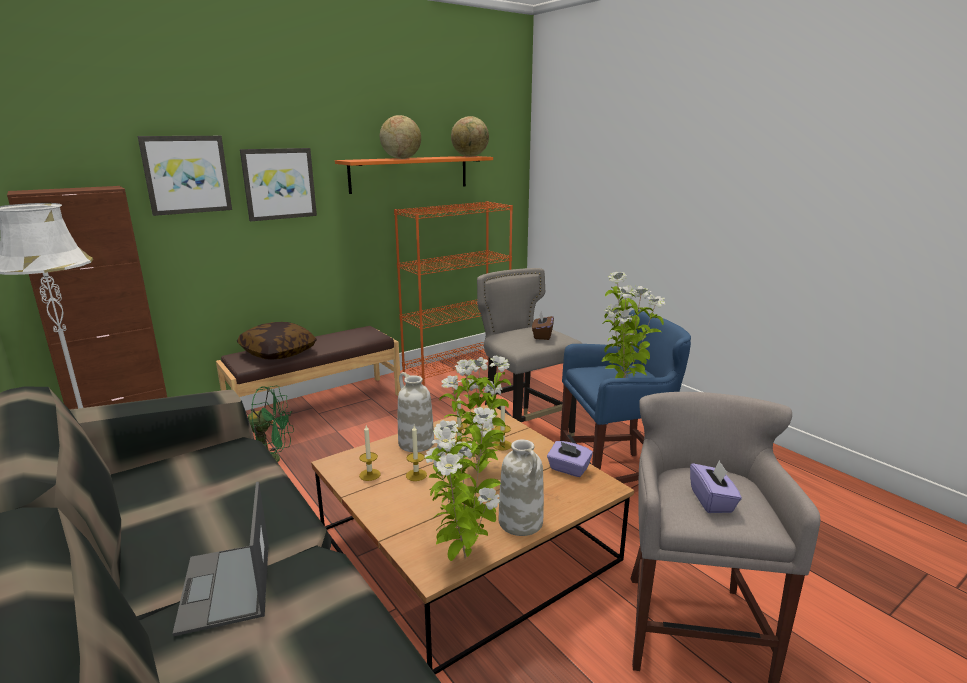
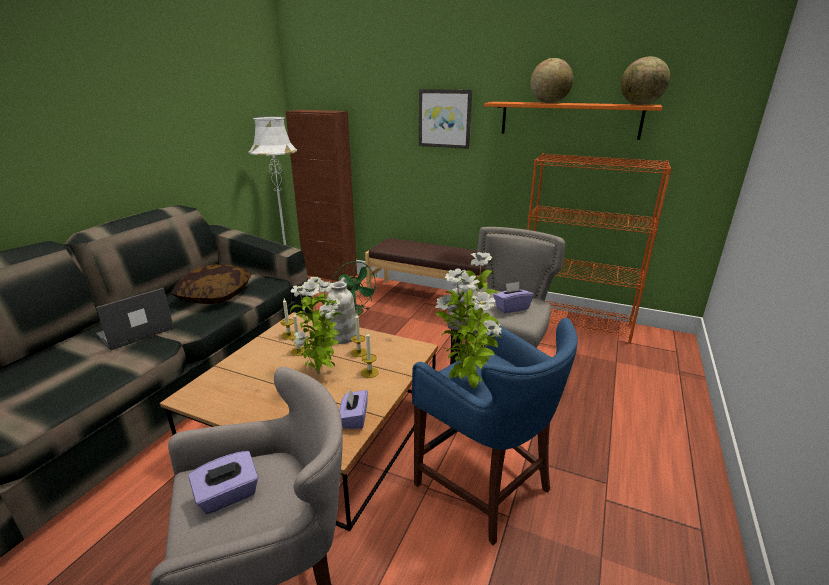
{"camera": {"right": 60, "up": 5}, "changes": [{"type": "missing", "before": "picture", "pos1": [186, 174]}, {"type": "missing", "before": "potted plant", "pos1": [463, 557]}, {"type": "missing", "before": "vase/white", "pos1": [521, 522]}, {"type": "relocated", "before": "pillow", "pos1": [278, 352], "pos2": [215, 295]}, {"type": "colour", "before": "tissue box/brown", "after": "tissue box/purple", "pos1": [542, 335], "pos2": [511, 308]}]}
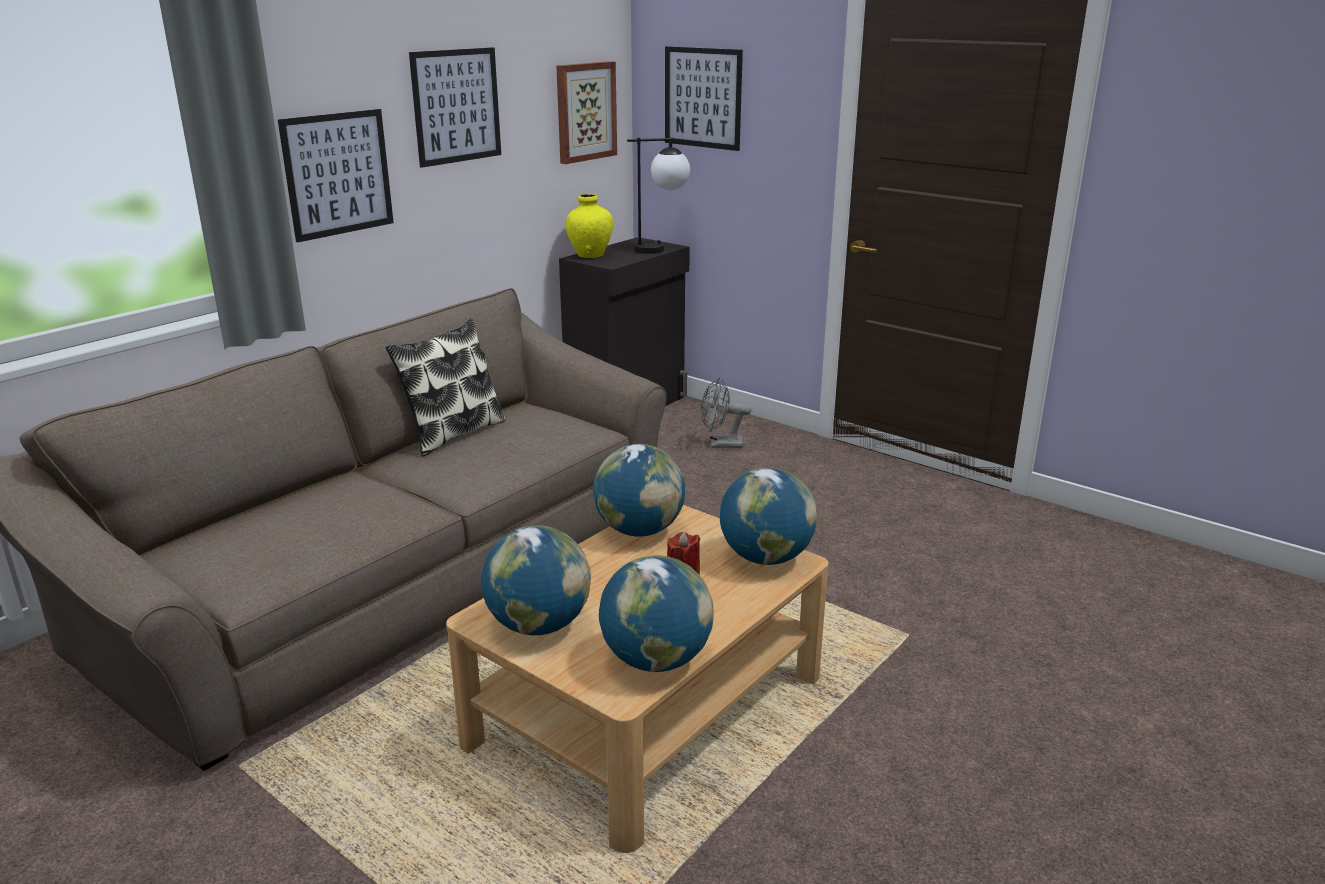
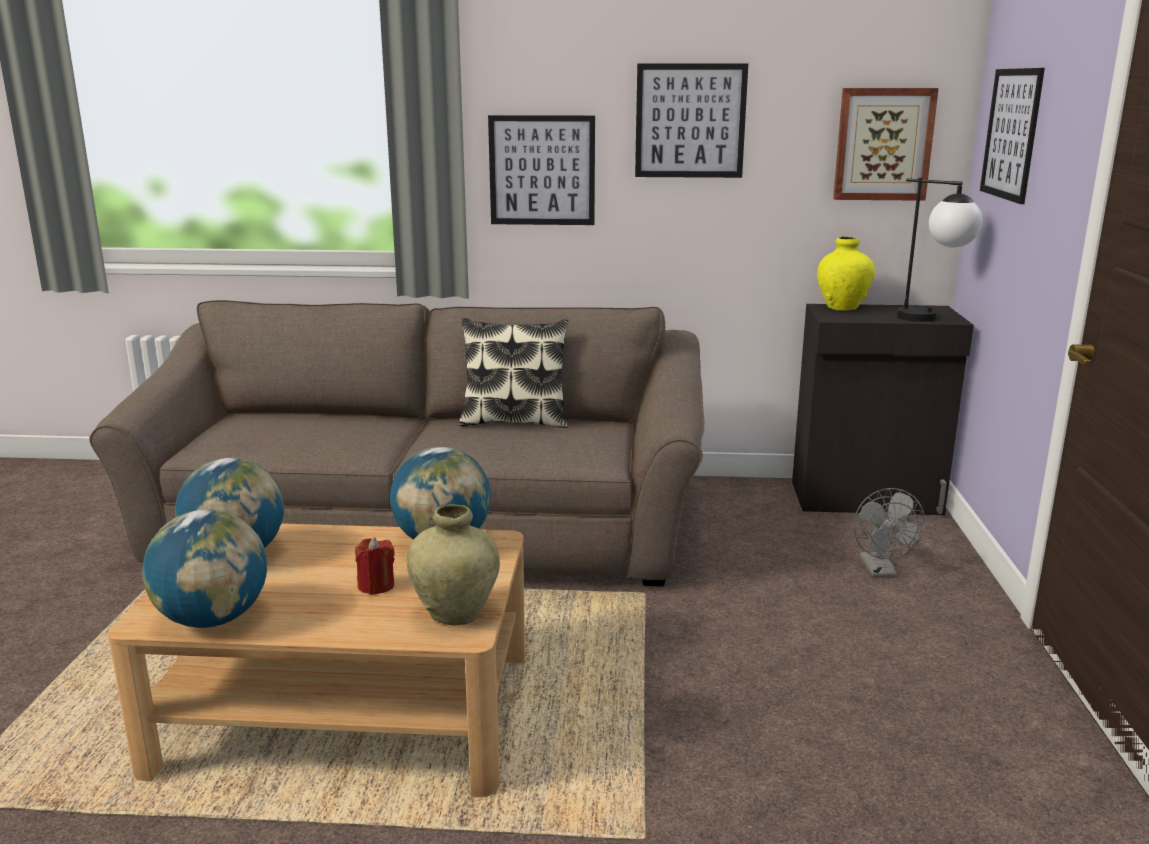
{"camera": {"right": 55, "up": -5}, "changes": [{"type": "exchanged", "before": "globe", "after": "vase/beige", "pos1": [766, 557], "pos2": [455, 614]}, {"type": "spun", "before": "fan/grey", "pos1": [720, 444], "pos2": [880, 570], "turn": -150}]}
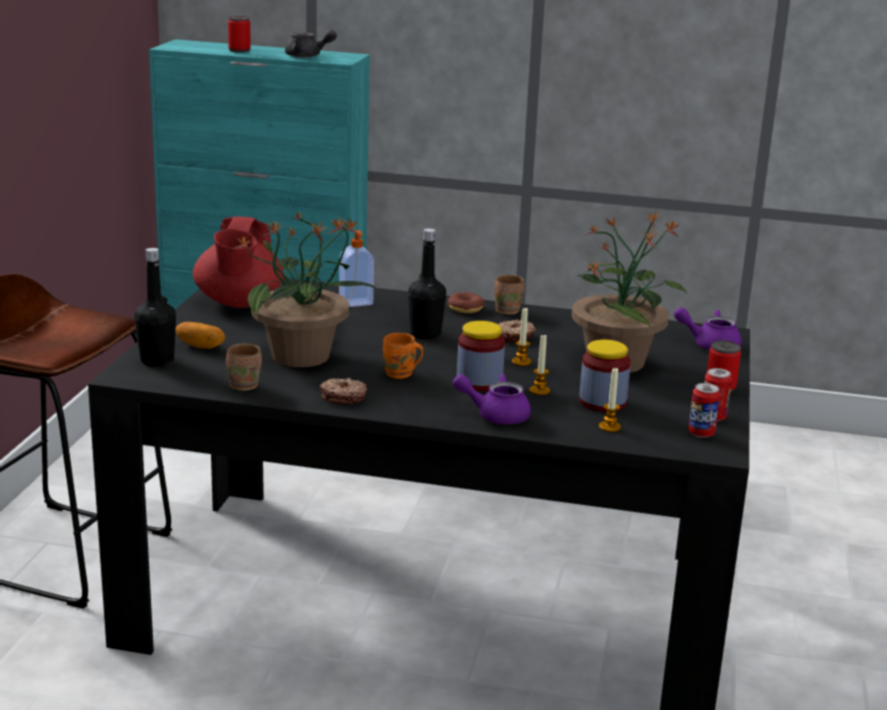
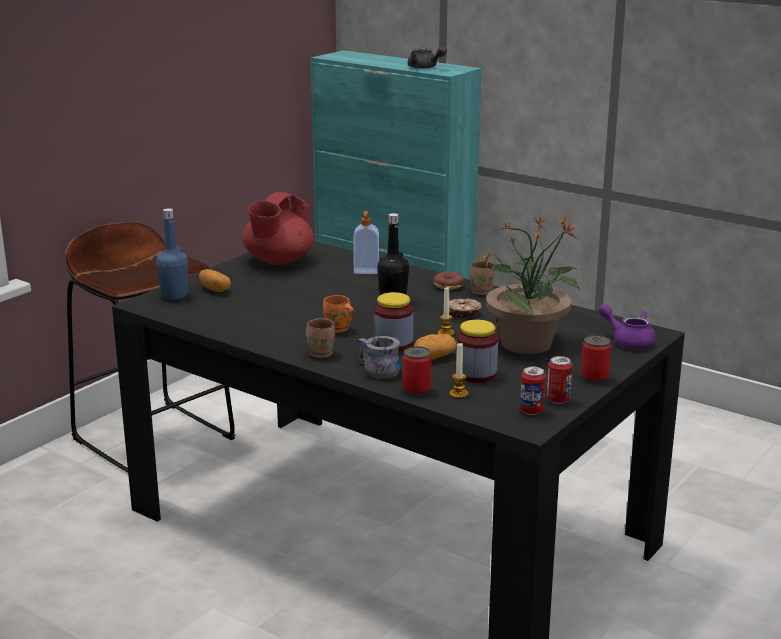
{"camera": {"right": 25, "up": 0}, "changes": [{"type": "missing", "before": "potted plant", "pos1": [303, 356]}, {"type": "missing", "before": "donut", "pos1": [343, 397]}, {"type": "relocated", "before": "mug/brown", "pos1": [245, 385], "pos2": [322, 353]}, {"type": "relocated", "before": "can", "pos1": [239, 50], "pos2": [416, 390]}, {"type": "exchanged", "before": "teapot/purple", "after": "mug/grey", "pos1": [495, 415], "pos2": [376, 370]}, {"type": "exchanged", "before": "candle", "after": "potato", "pos1": [539, 391], "pos2": [434, 357]}, {"type": "colour", "before": "bottle/black", "after": "bottle/blue", "pos1": [157, 360], "pos2": [174, 296]}]}
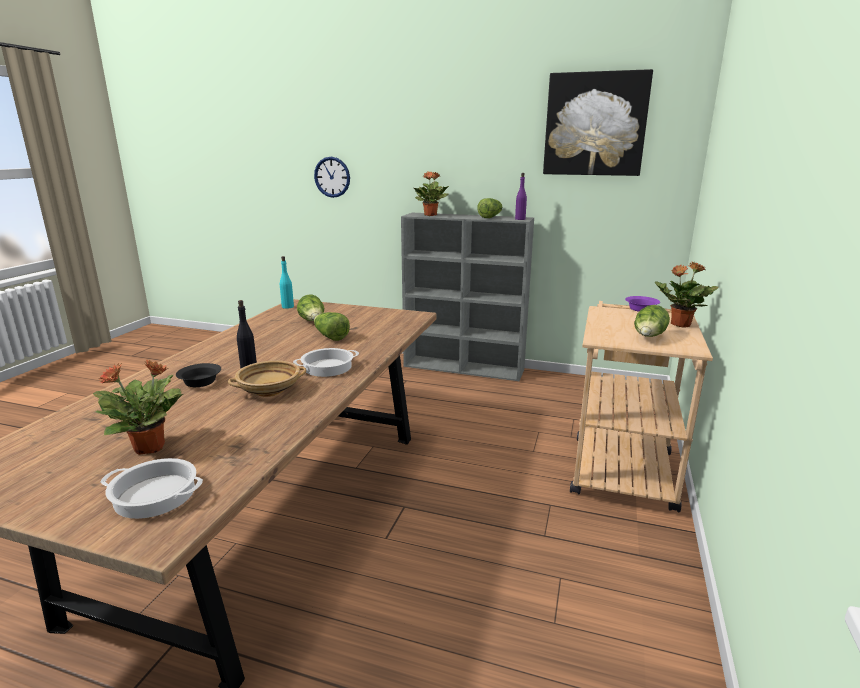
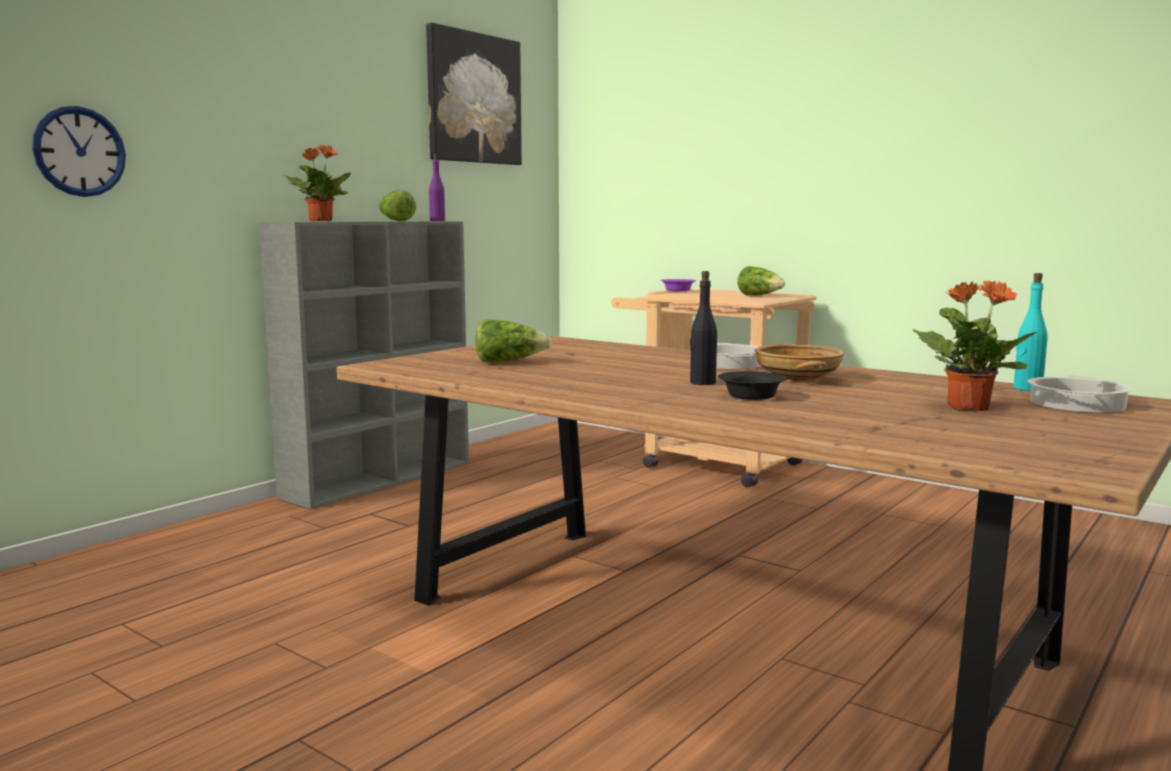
{"camera": {"right": -70, "up": -10}, "changes": [{"type": "missing", "before": "lettuce", "pos1": [330, 337]}, {"type": "missing", "before": "potted plant", "pos1": [679, 324]}, {"type": "relocated", "before": "bottle/turquoise", "pos1": [287, 307], "pos2": [1027, 388]}]}
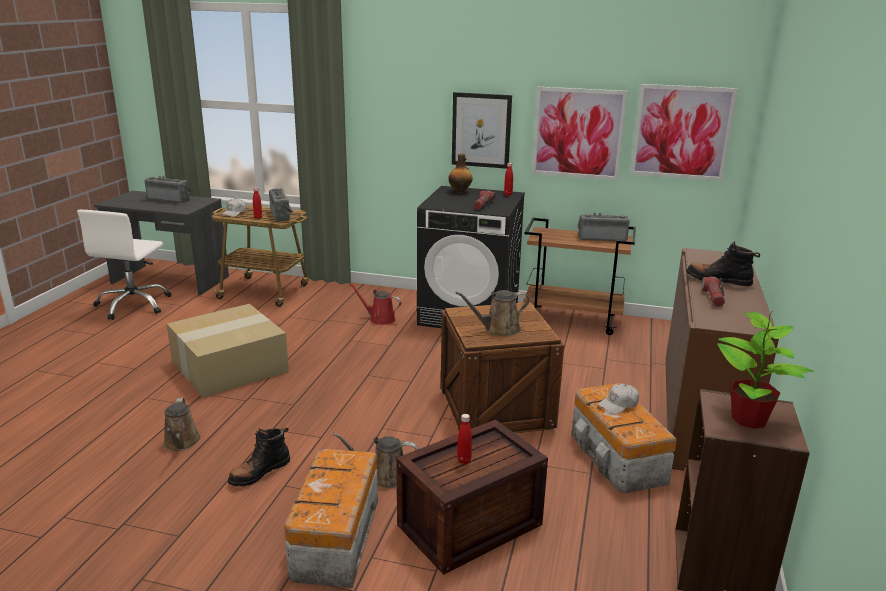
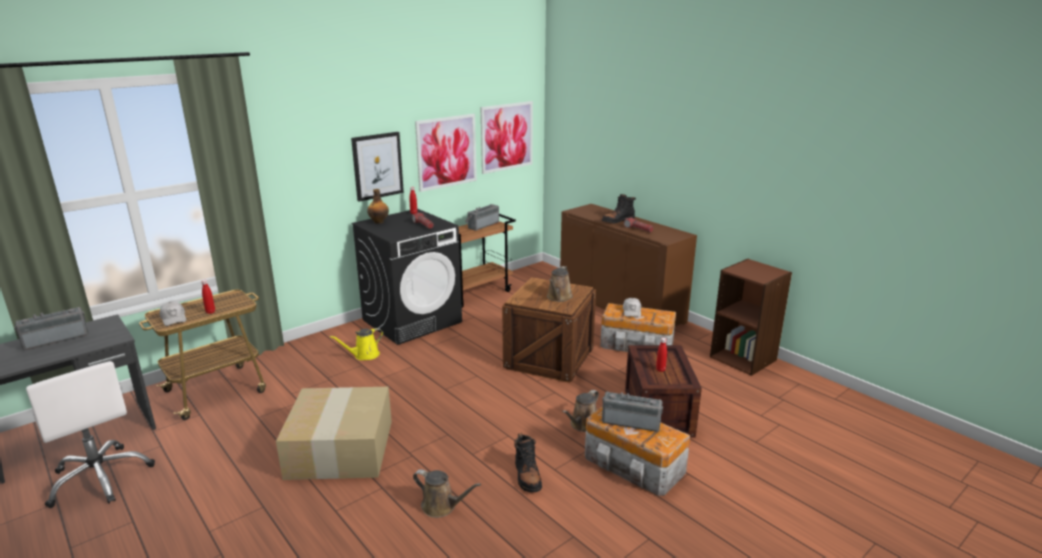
{"camera": {"right": -55, "up": 0}, "changes": [{"type": "missing", "before": "potted plant", "pos1": [750, 420]}, {"type": "relocated", "before": "radio", "pos1": [282, 215], "pos2": [631, 421]}, {"type": "colour", "before": "watering can/red", "after": "watering can/yellow", "pos1": [380, 319], "pos2": [364, 355]}]}
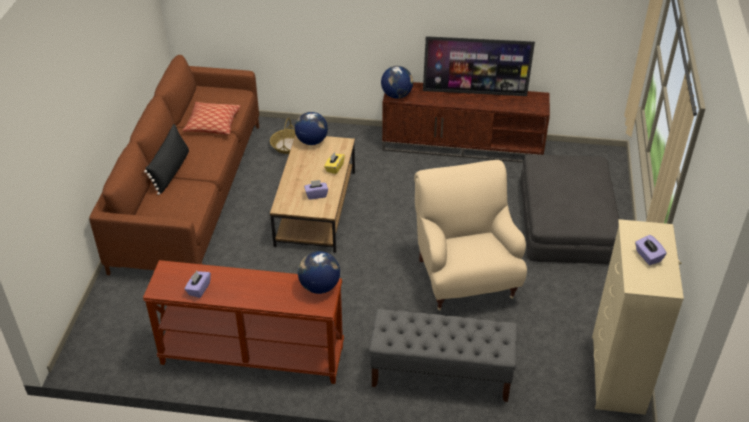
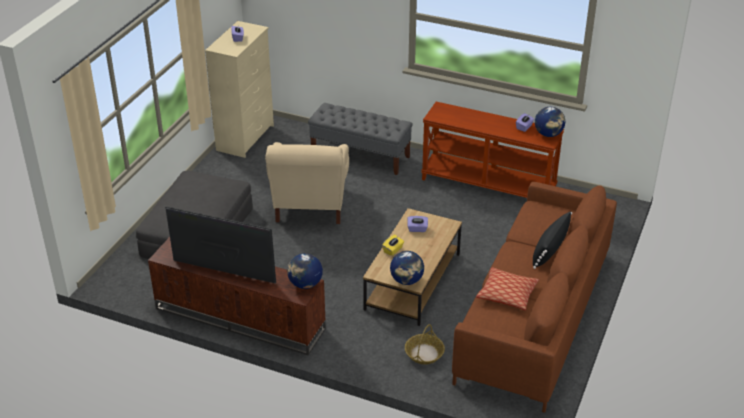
{"camera": {"right": -165, "up": -5}, "changes": [{"type": "relocated", "before": "globe", "pos1": [319, 287], "pos2": [548, 134]}]}
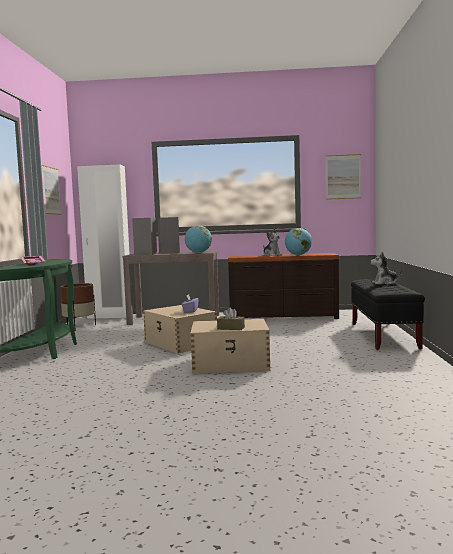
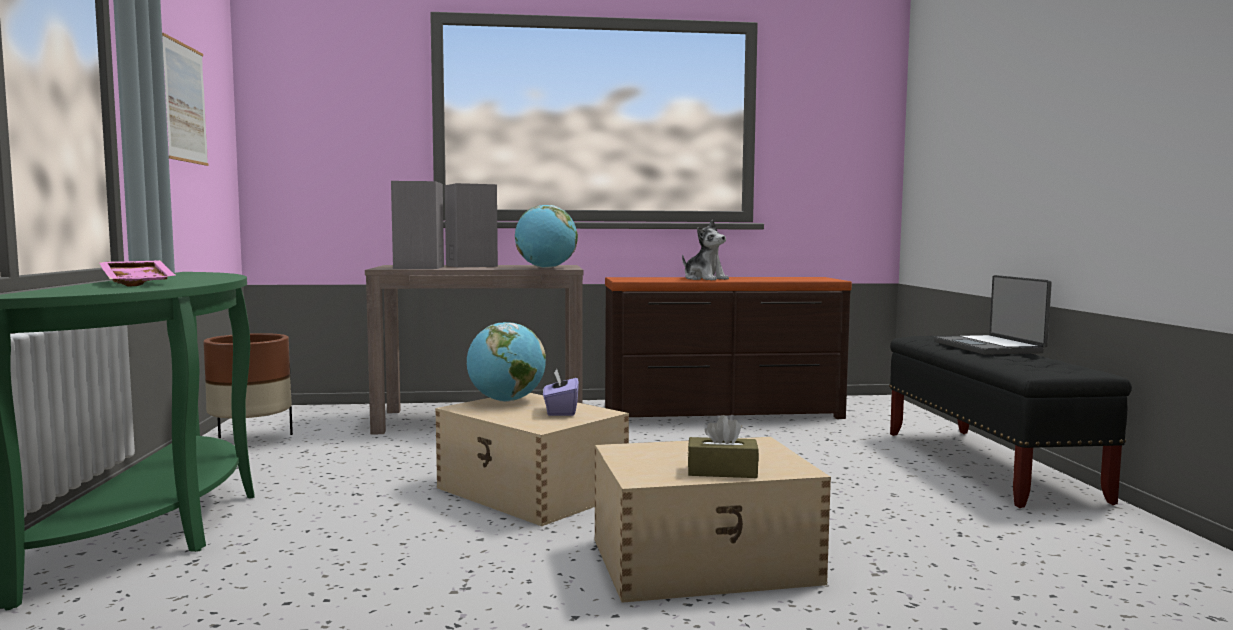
{"camera": {"right": -10, "up": 0}, "changes": [{"type": "missing", "before": "wardrobe/white", "pos1": [110, 316]}, {"type": "missing", "before": "picture", "pos1": [343, 177]}, {"type": "relocated", "before": "globe", "pos1": [298, 255], "pos2": [506, 401]}, {"type": "exchanged", "before": "plush toy", "after": "laptop", "pos1": [385, 283], "pos2": [989, 347]}]}
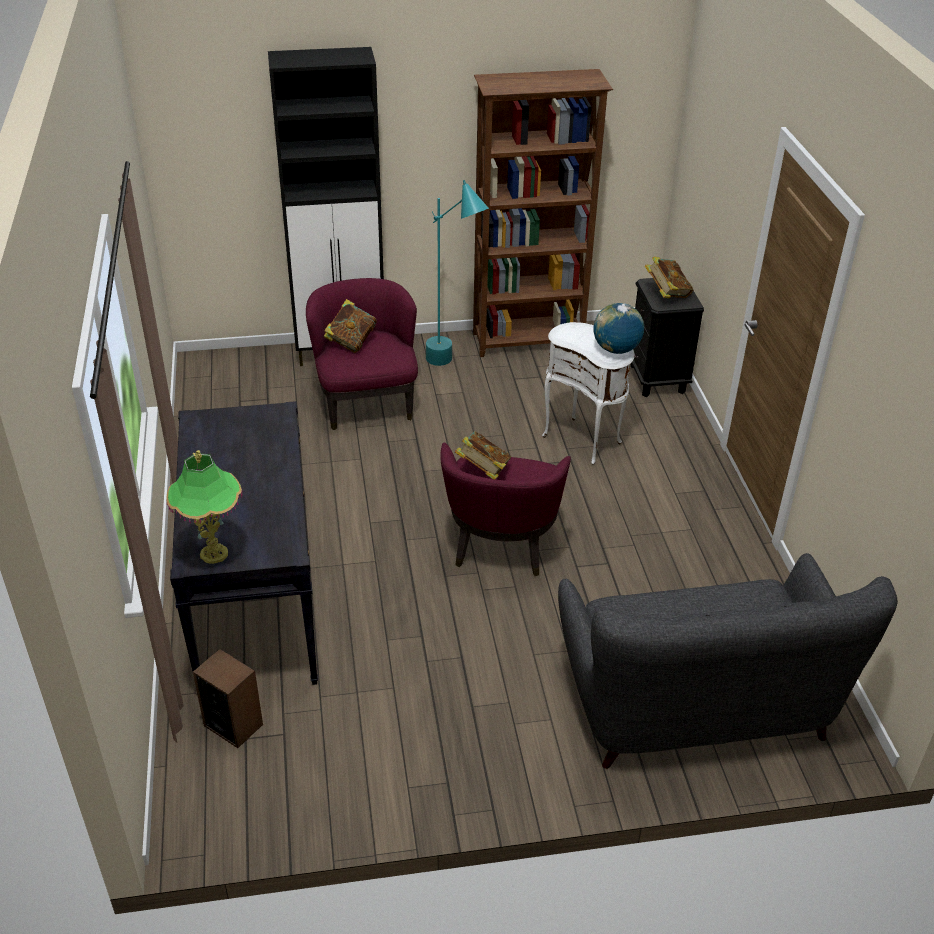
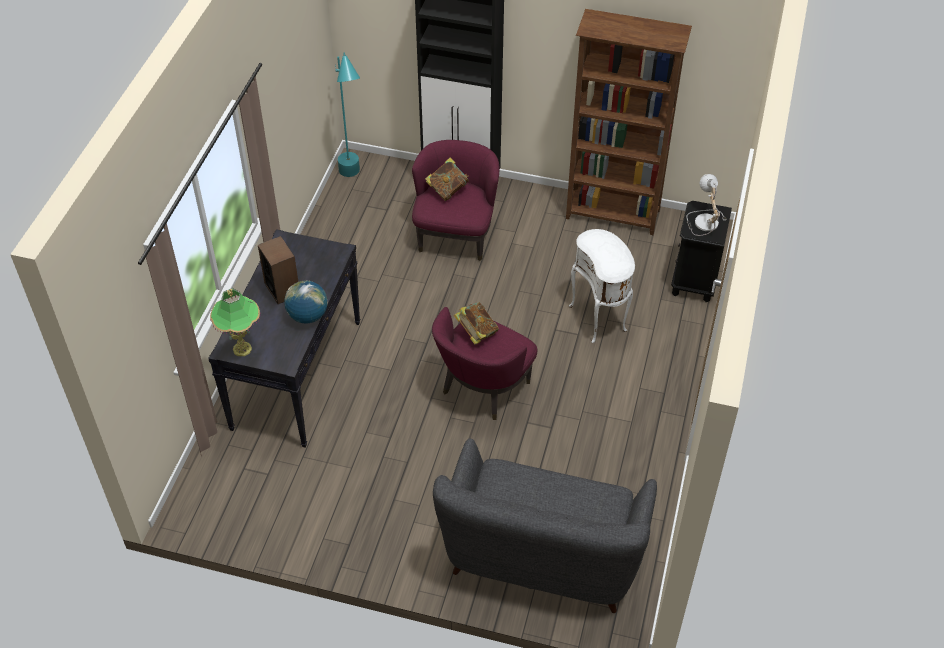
{"camera": {"right": 25, "up": 10}, "changes": [{"type": "relocated", "before": "speaker", "pos1": [233, 724], "pos2": [282, 289]}, {"type": "relocated", "before": "floor lamp/turquoise", "pos1": [454, 367], "pos2": [354, 181]}, {"type": "relocated", "before": "globe", "pos1": [616, 349], "pos2": [308, 316]}, {"type": "exchanged", "before": "book", "after": "table lamp", "pos1": [666, 294], "pos2": [703, 222]}]}
